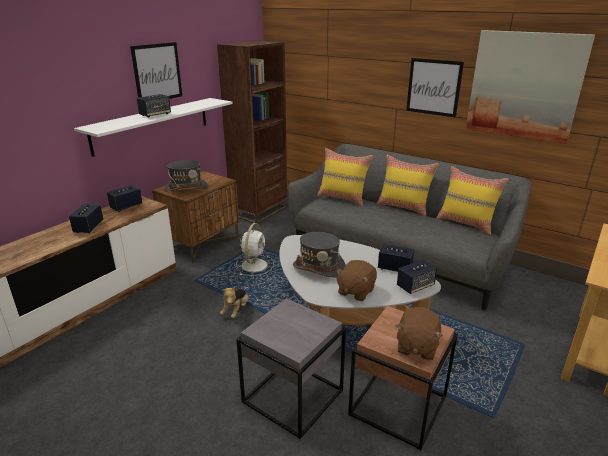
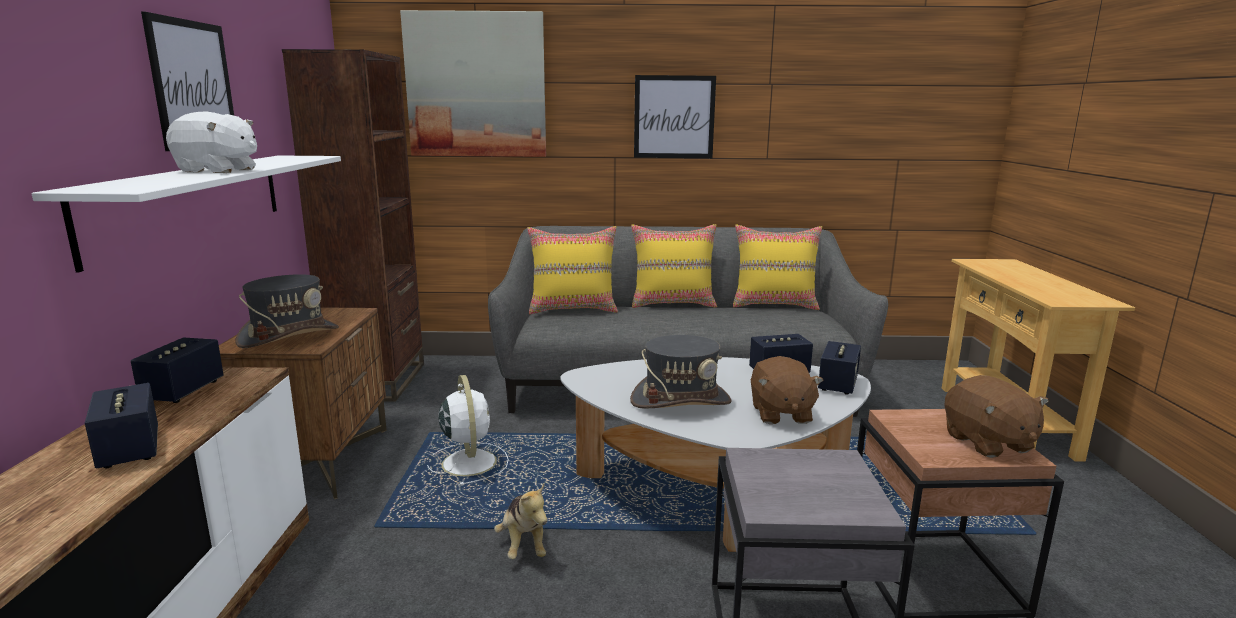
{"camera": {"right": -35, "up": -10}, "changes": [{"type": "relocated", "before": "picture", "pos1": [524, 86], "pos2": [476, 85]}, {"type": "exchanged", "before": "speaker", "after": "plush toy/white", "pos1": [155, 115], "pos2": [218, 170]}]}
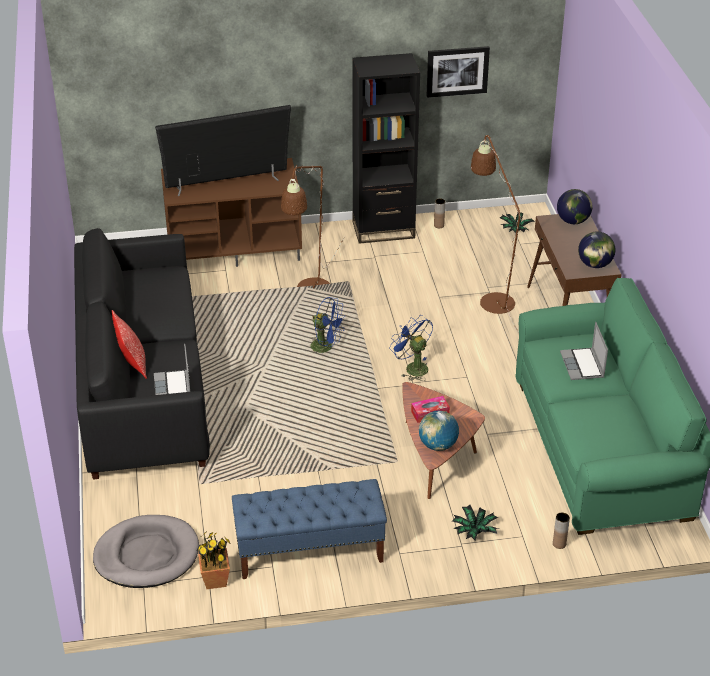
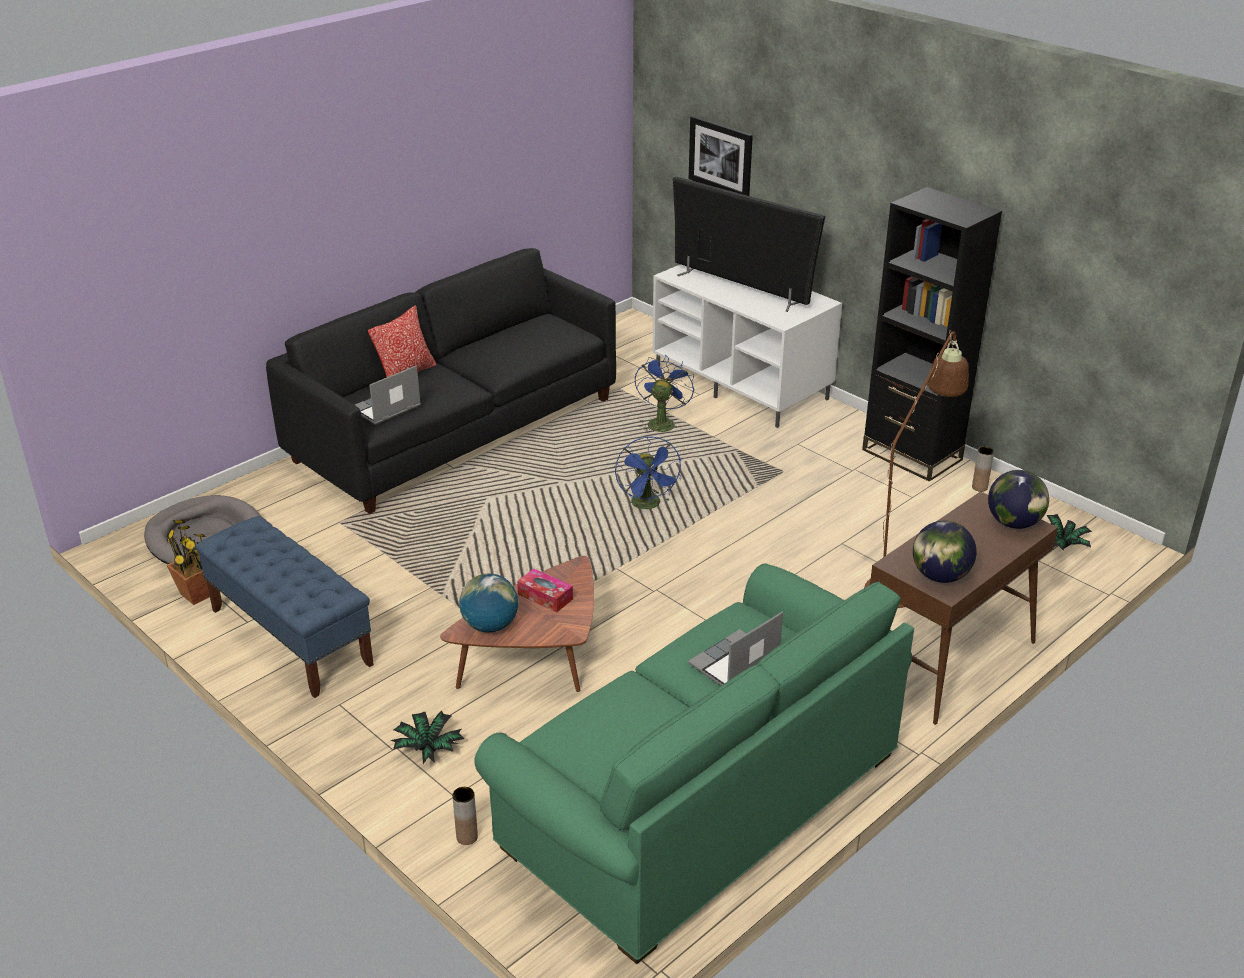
{"camera": {"right": 55, "up": -5}, "changes": [{"type": "missing", "before": "floor lamp/brown", "pos1": [311, 293]}, {"type": "relocated", "before": "fan/blue", "pos1": [412, 367], "pos2": [661, 422]}, {"type": "relocated", "before": "picture", "pos1": [457, 71], "pos2": [721, 157]}, {"type": "colour", "before": "tv stand/brown", "after": "tv stand/white", "pos1": [235, 248], "pos2": [742, 384]}]}
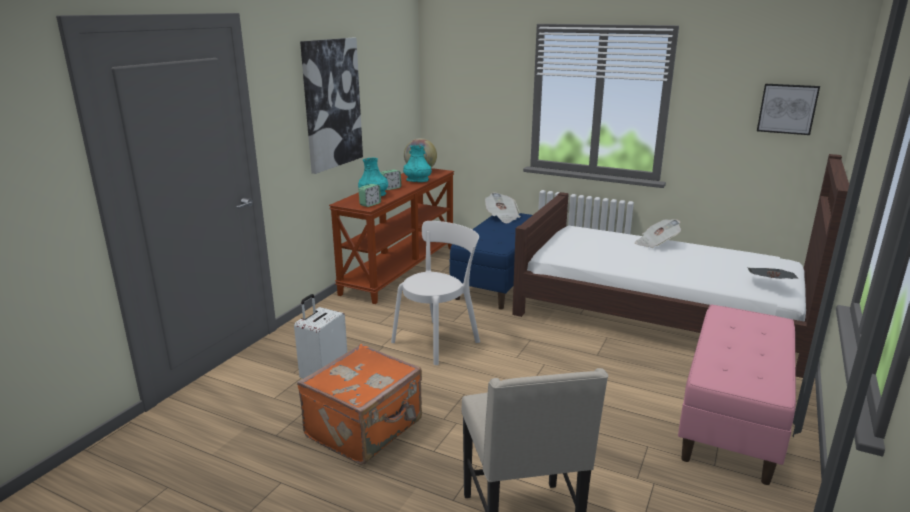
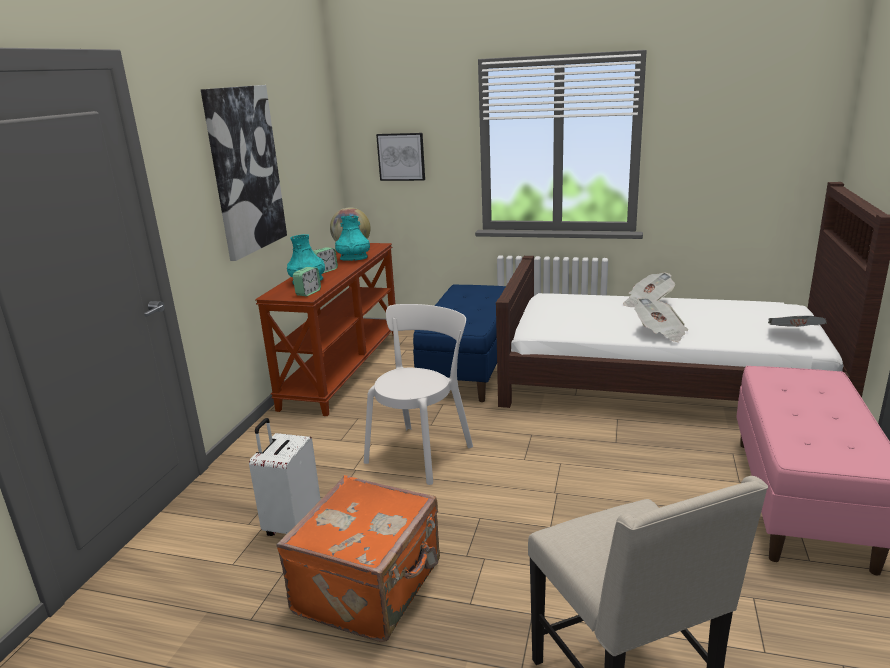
{"camera": {"right": -10, "up": 0}, "changes": [{"type": "relocated", "before": "newspaper", "pos1": [502, 217], "pos2": [660, 333]}, {"type": "relocated", "before": "picture", "pos1": [787, 109], "pos2": [401, 157]}]}
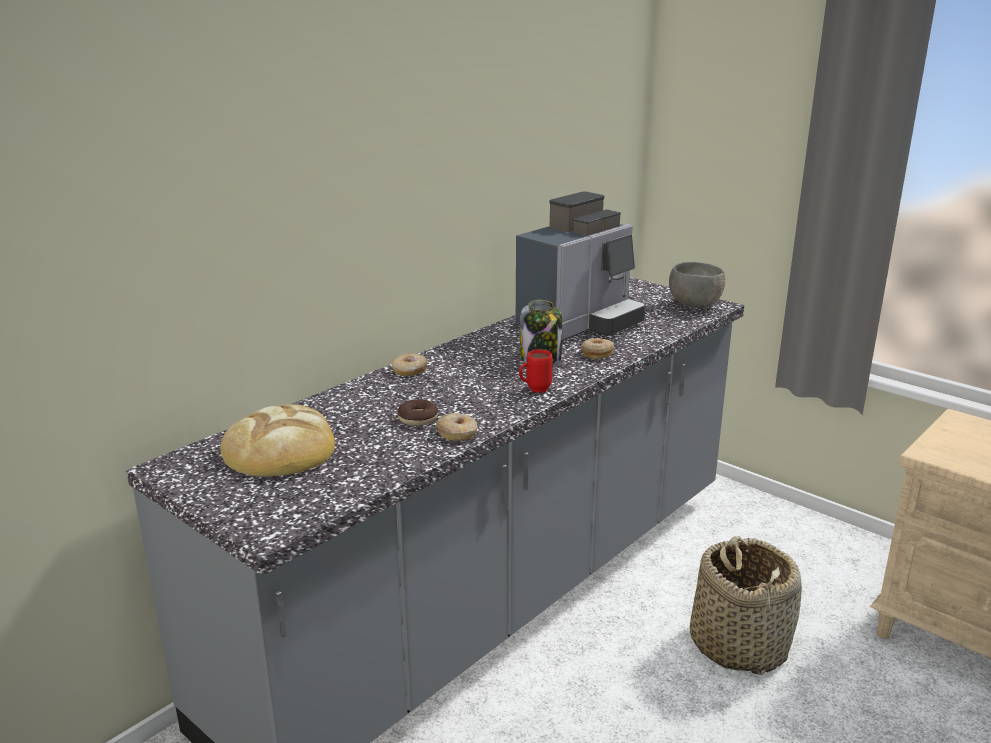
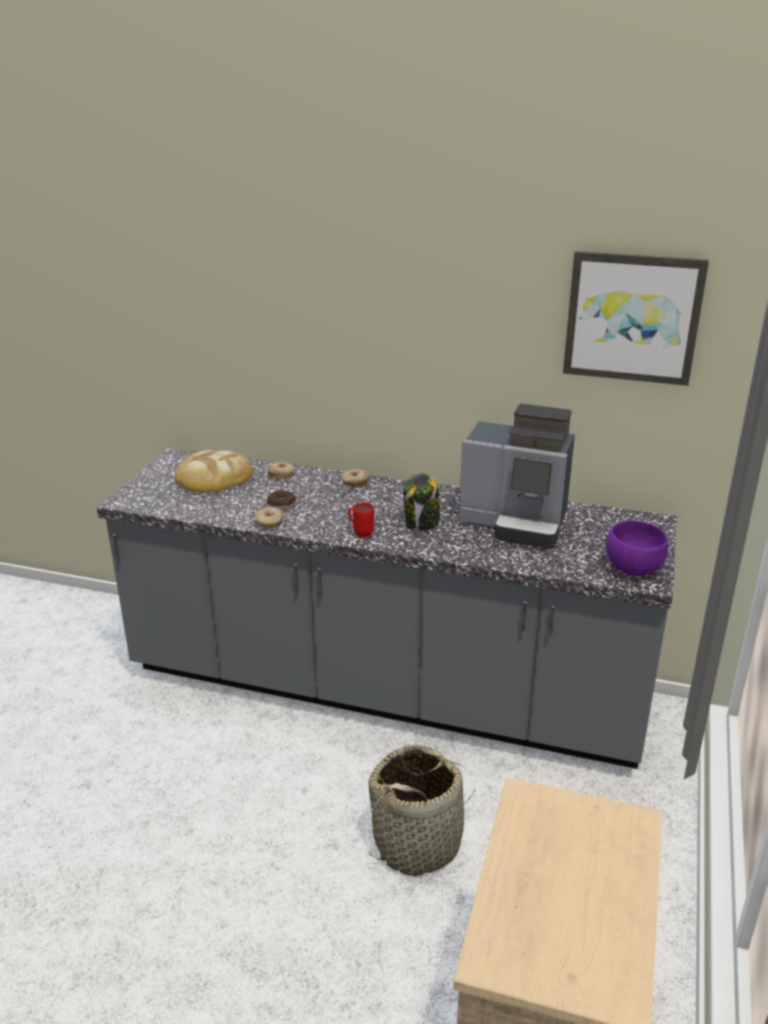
{"camera": {"right": 65, "up": 5}, "changes": [{"type": "appeared", "after": "picture", "pos2": [632, 317]}, {"type": "relocated", "before": "donut", "pos1": [597, 353], "pos2": [281, 474]}, {"type": "colour", "before": "bowl/grey", "after": "bowl/purple", "pos1": [695, 305], "pos2": [632, 569]}]}
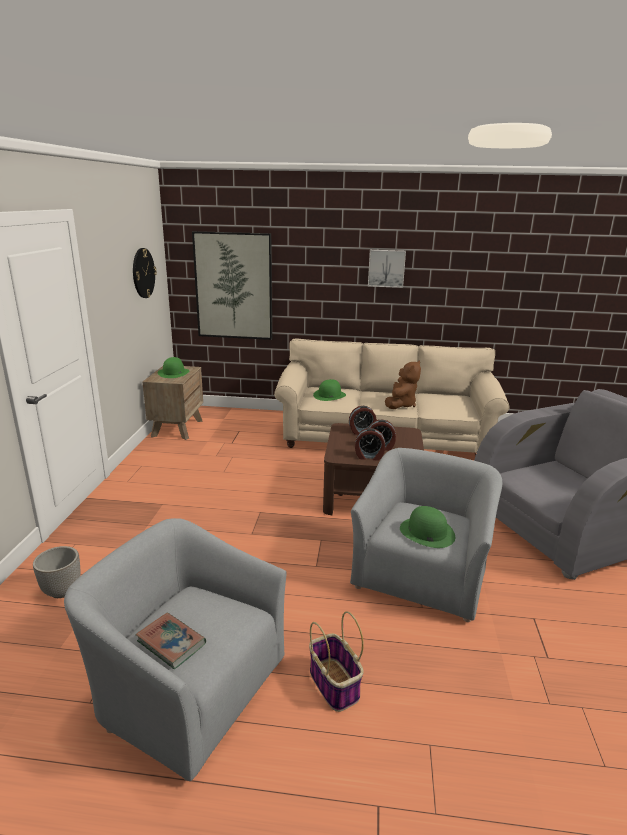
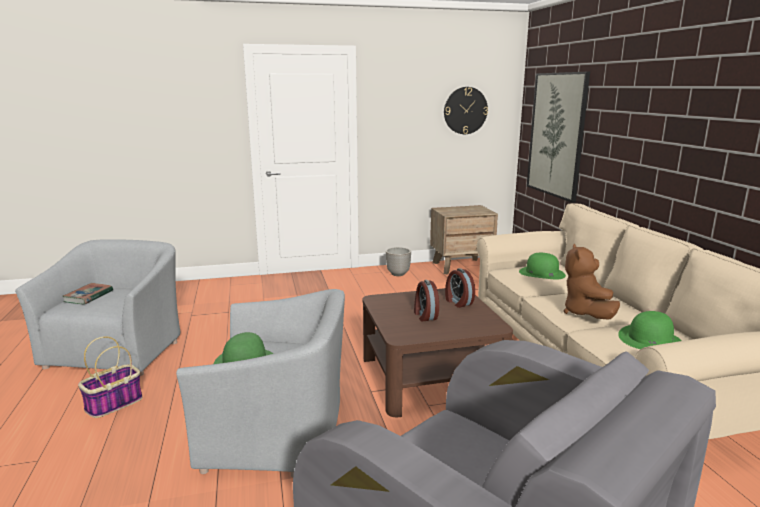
{"camera": {"right": 70, "up": -5}, "changes": [{"type": "missing", "before": "alarm clock", "pos1": [369, 456]}, {"type": "missing", "before": "picture", "pos1": [386, 268]}, {"type": "relocated", "before": "planter", "pos1": [62, 590], "pos2": [398, 274]}, {"type": "relocated", "before": "hat/green", "pos1": [173, 373], "pos2": [649, 339]}, {"type": "spun", "before": "plush toy/brown", "pos1": [401, 404], "pos2": [585, 313], "turn": 90}]}
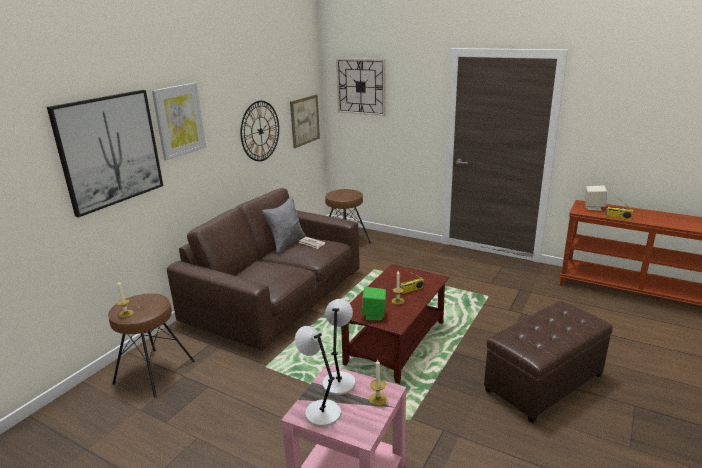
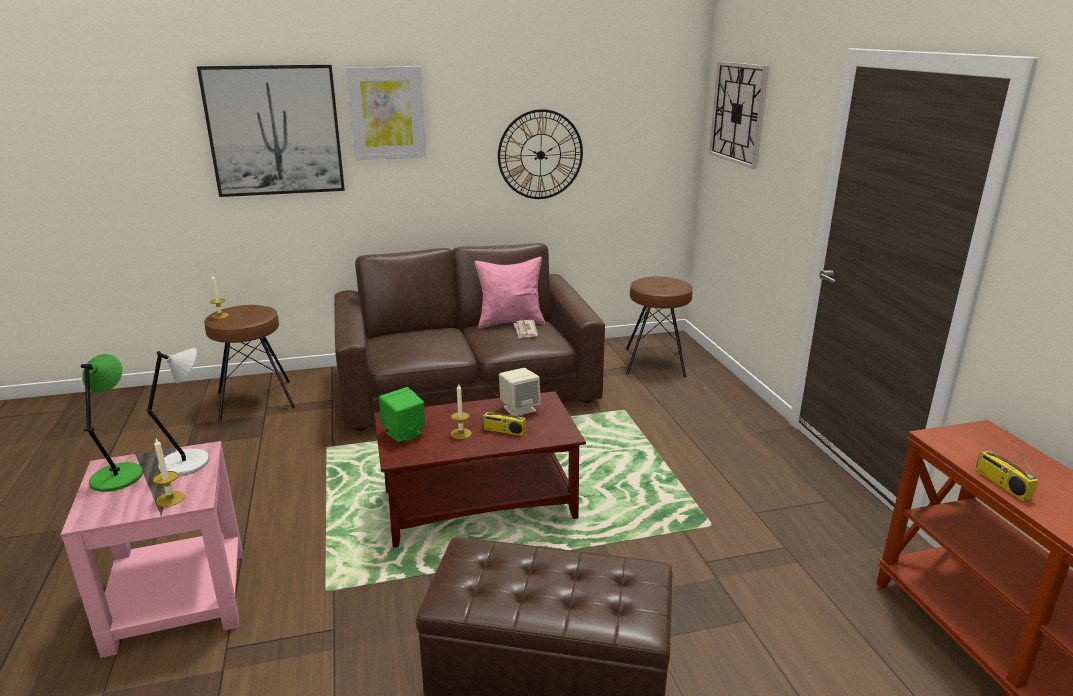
{"camera": {"right": 45, "up": 0}, "changes": [{"type": "missing", "before": "picture", "pos1": [304, 120]}, {"type": "relocated", "before": "speaker/beige", "pos1": [593, 207], "pos2": [519, 409]}, {"type": "colour", "before": "pillow/grey", "after": "pillow/pink", "pos1": [286, 244], "pos2": [510, 322]}, {"type": "colour", "before": "table lamp/grey", "after": "table lamp/green", "pos1": [321, 412], "pos2": [118, 476]}]}
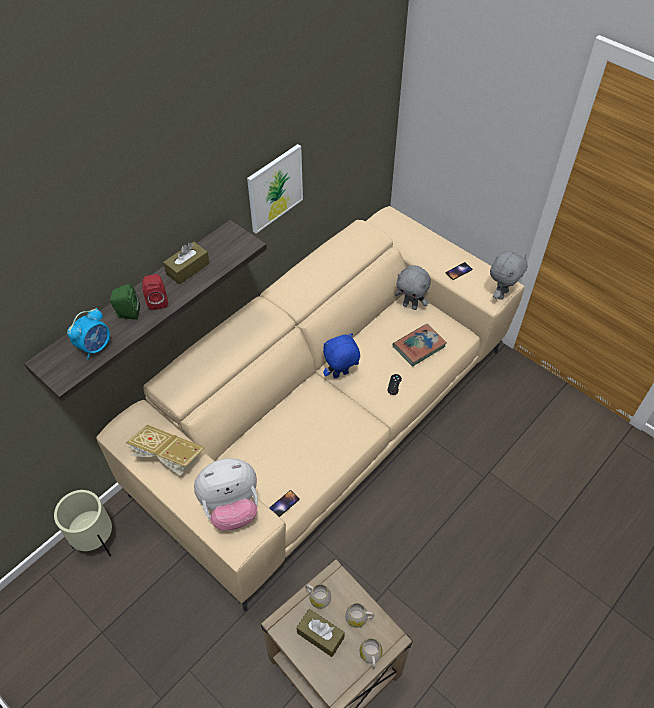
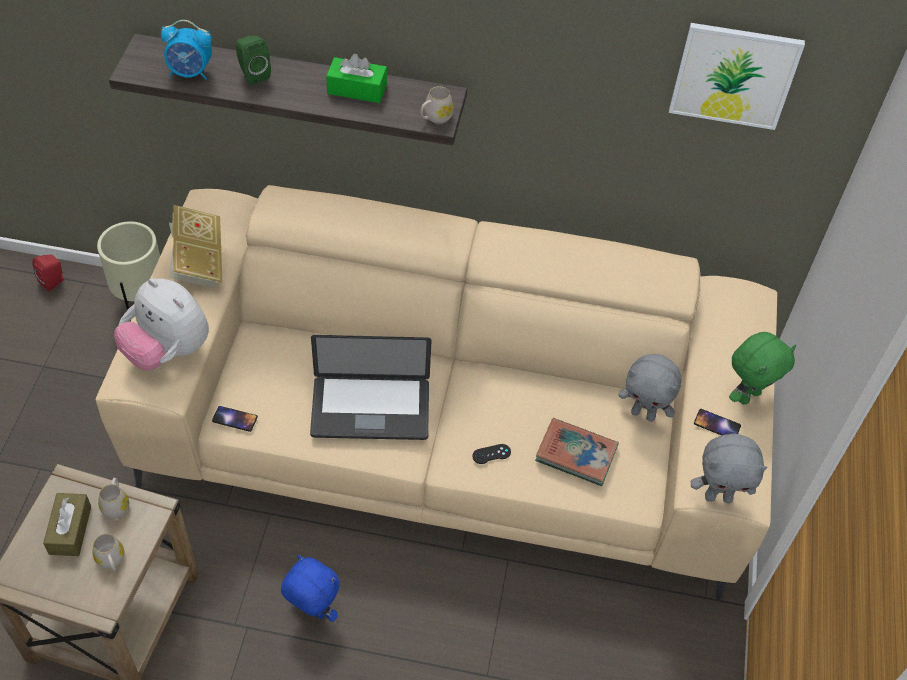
{"camera": {"right": 55, "up": 0}, "changes": [{"type": "appeared", "after": "laptop", "pos2": [370, 409]}, {"type": "appeared", "after": "plush toy/green", "pos2": [747, 395]}, {"type": "relocated", "before": "speaker/red", "pos1": [157, 301], "pos2": [54, 281]}, {"type": "relocated", "before": "picture", "pos1": [275, 188], "pos2": [734, 75]}, {"type": "relocated", "before": "plush toy/blue", "pos1": [340, 375], "pos2": [312, 611]}, {"type": "relocated", "before": "mug/white", "pos1": [371, 656], "pos2": [435, 117]}, {"type": "colour", "before": "tissue box/brown", "after": "tissue box/green", "pos1": [188, 269], "pos2": [357, 89]}, {"type": "spun", "before": "plush toy/grey", "pos1": [410, 306], "pos2": [643, 414], "turn": -60}]}
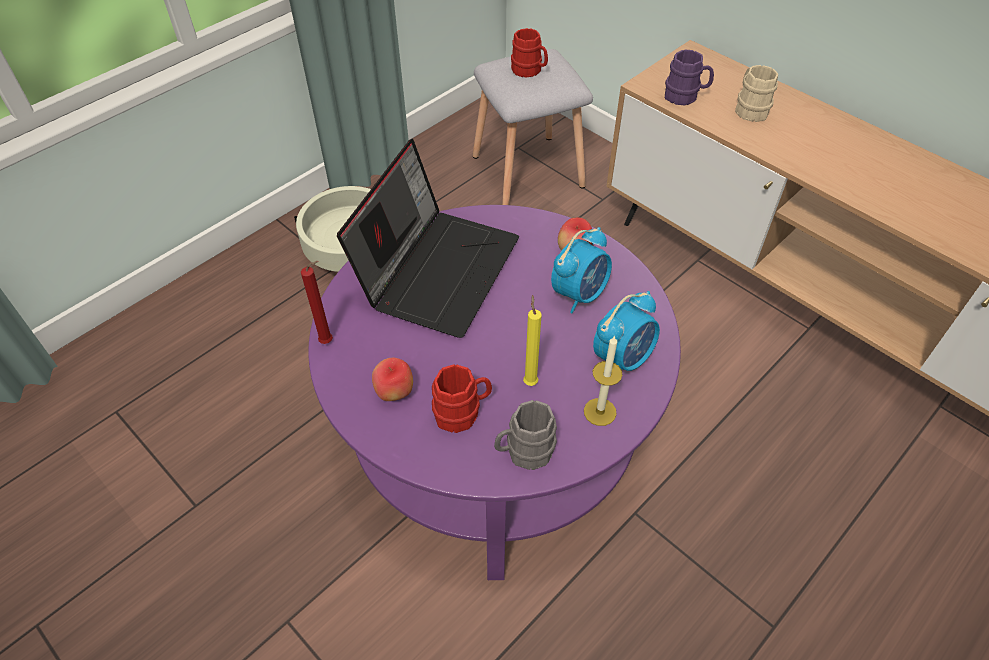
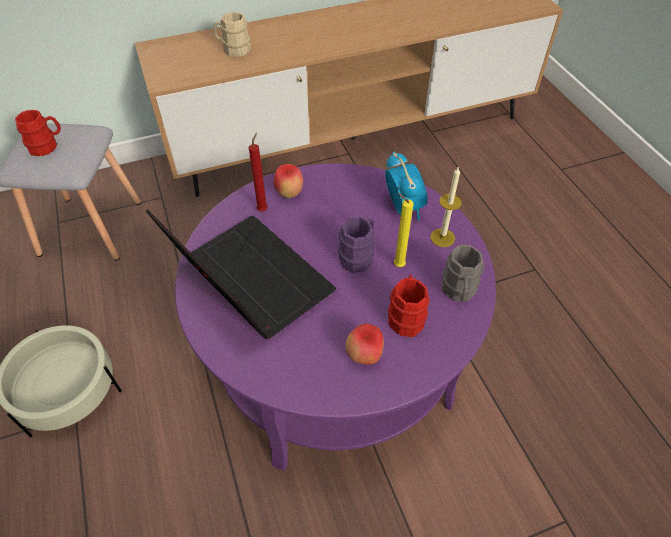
{"camera": {"right": -65, "up": 0}, "changes": [{"type": "missing", "before": "alarm clock", "pos1": [580, 294]}, {"type": "relocated", "before": "candle/red", "pos1": [328, 342], "pos2": [263, 209]}, {"type": "relocated", "before": "mug/purple", "pos1": [685, 96], "pos2": [358, 255]}]}
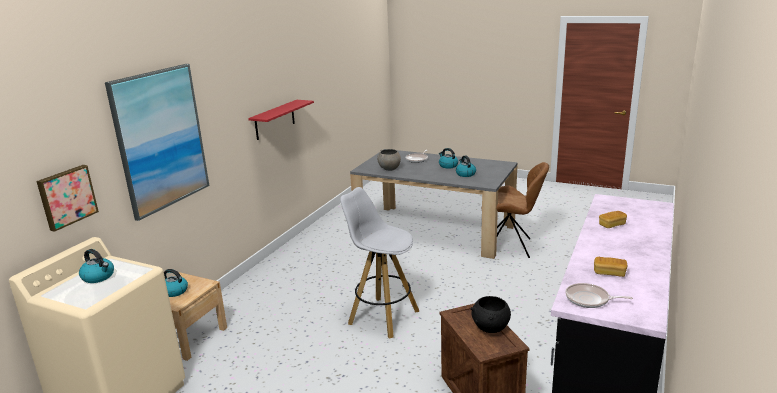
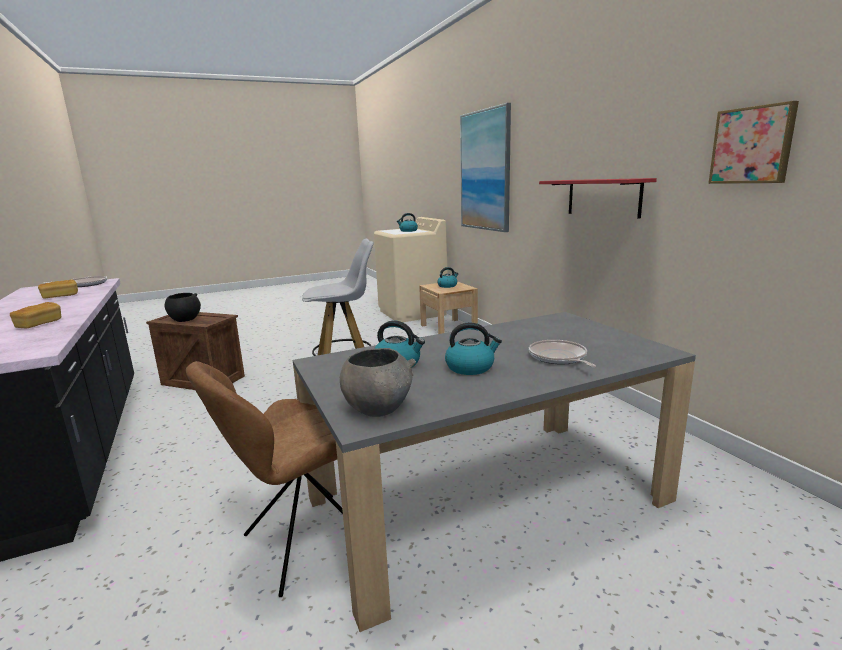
{"camera": {"right": 130, "up": -5}, "changes": [{"type": "relocated", "before": "picture", "pos1": [66, 197], "pos2": [752, 145]}, {"type": "relocated", "before": "bowl/grey", "pos1": [389, 169], "pos2": [378, 408]}]}
